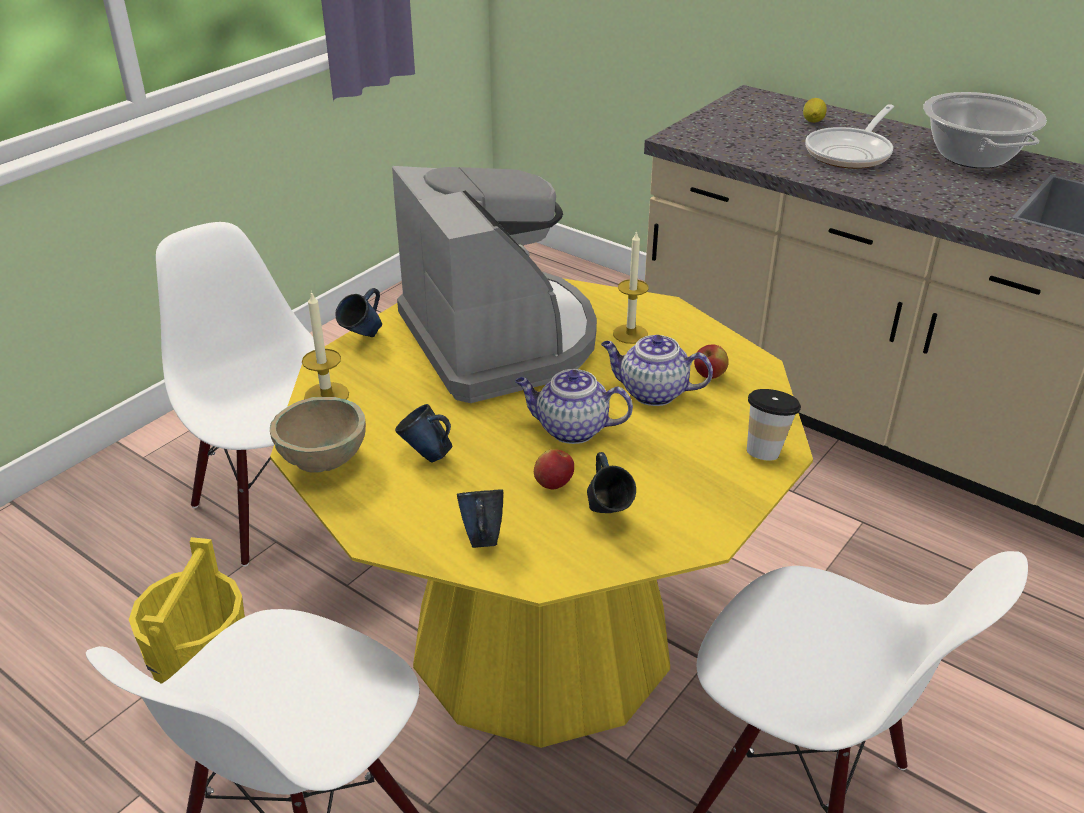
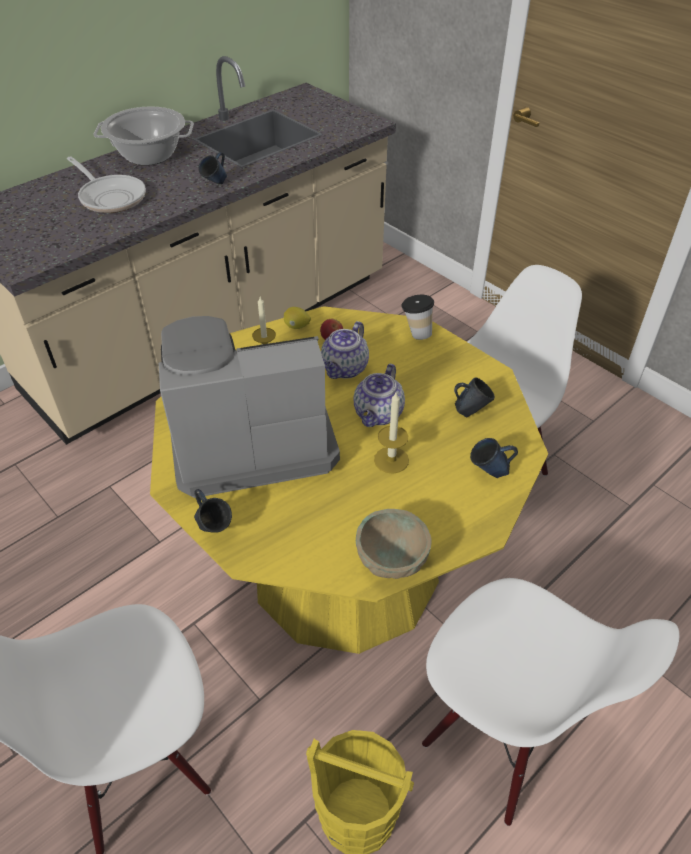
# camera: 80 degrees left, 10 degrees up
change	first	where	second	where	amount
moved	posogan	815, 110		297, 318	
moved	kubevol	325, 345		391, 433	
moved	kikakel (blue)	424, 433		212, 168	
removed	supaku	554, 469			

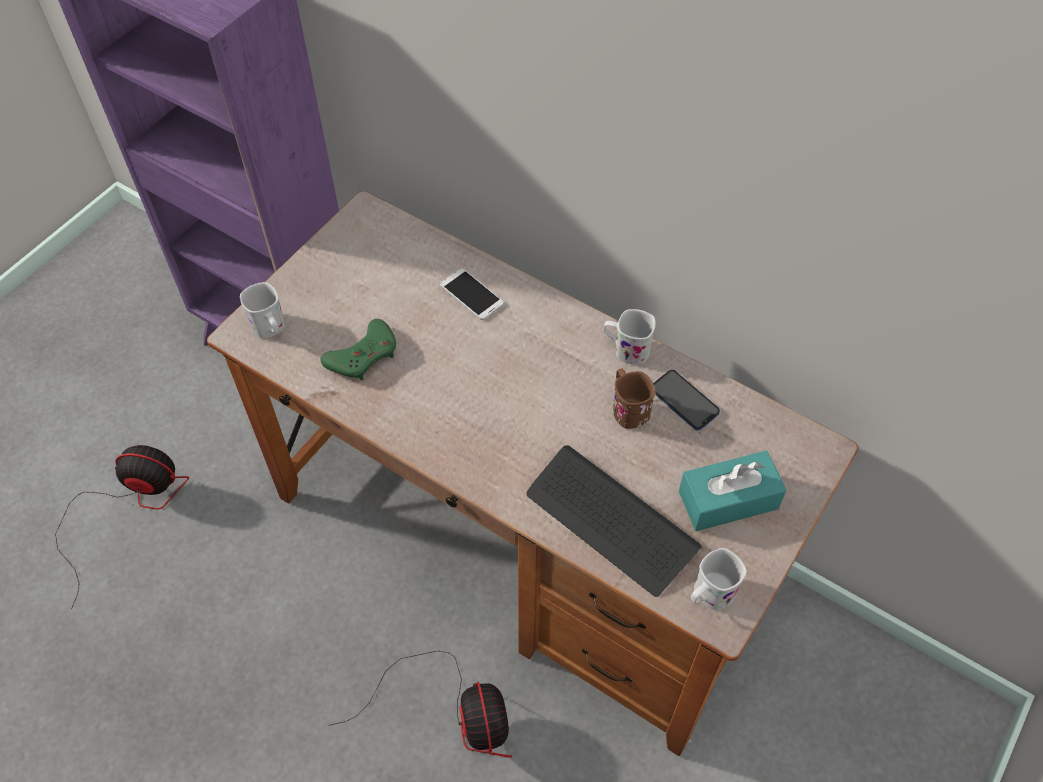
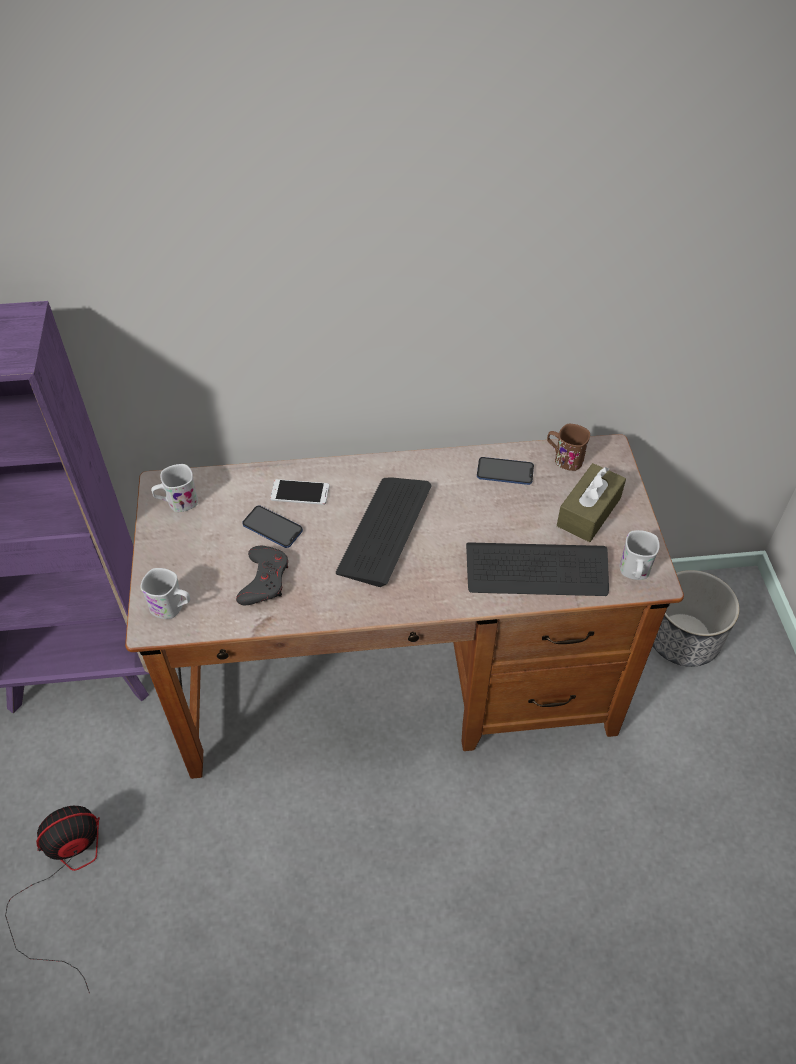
# camera: 40 degrees left, 5 degrees down
change	first	where	second	where	amount
moved	kikakel (white)	630, 337		174, 488	
recoloured	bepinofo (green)	358, 349	bepinofo (grey)	262, 575	
moved	kikakel (brown)	634, 398		568, 447	
recoloured	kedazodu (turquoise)	732, 491	kedazodu (brown)	591, 502	
removed	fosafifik	421, 704			
added			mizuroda	383, 532	
added			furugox	272, 526	
added			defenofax	696, 618	

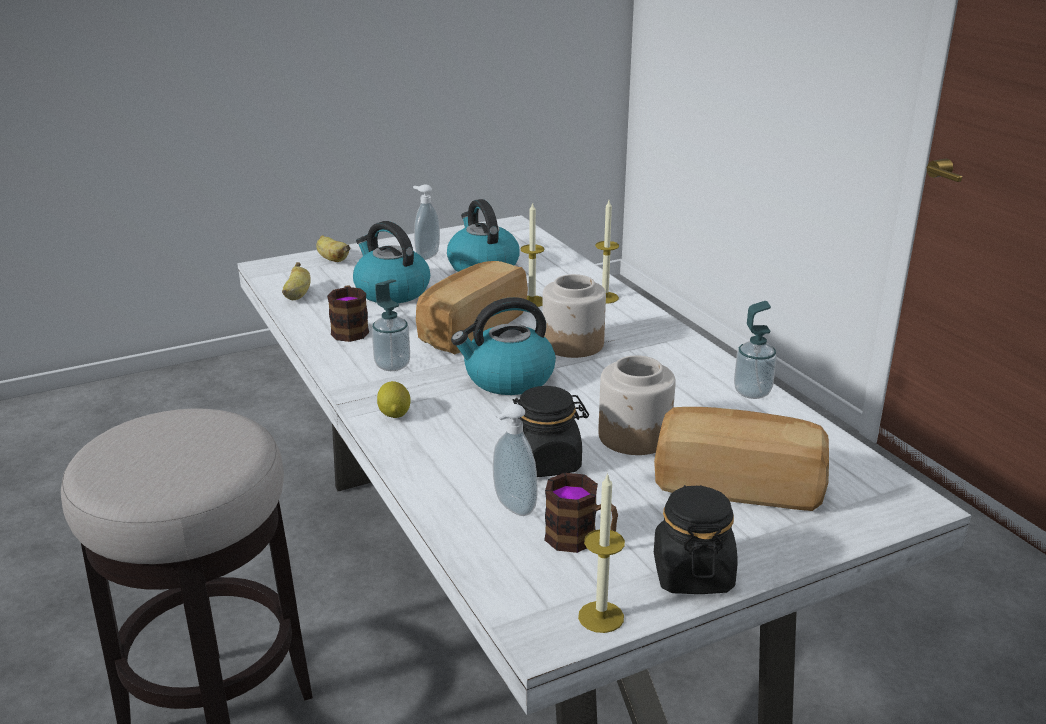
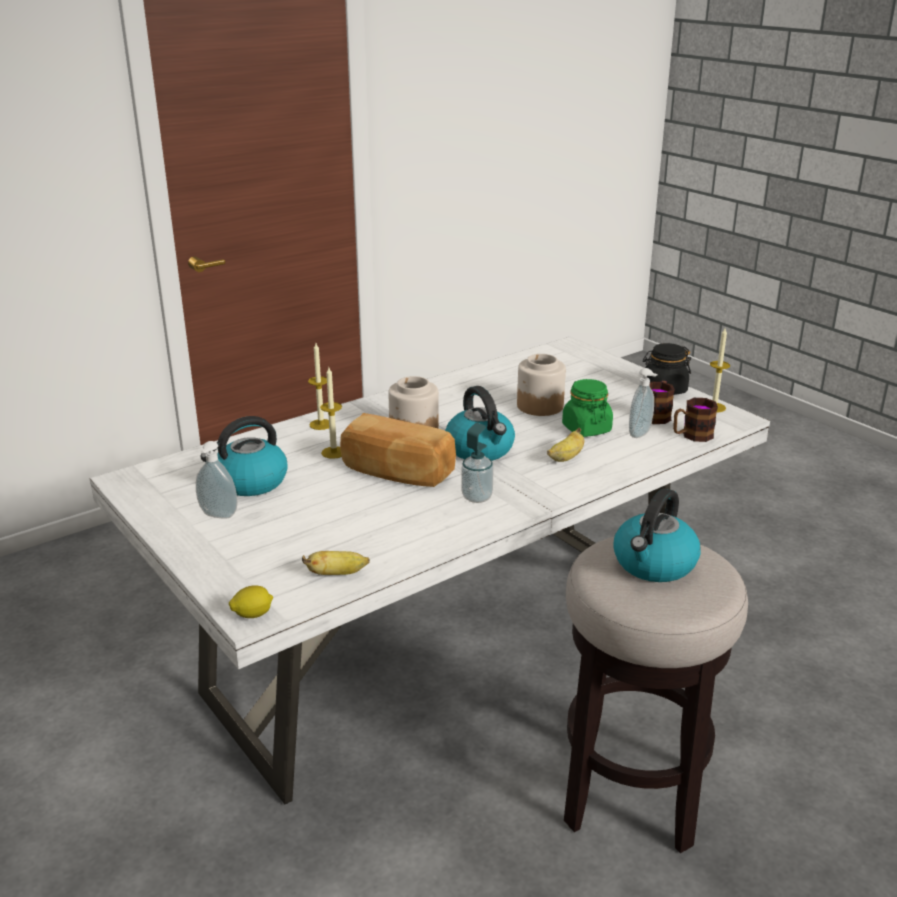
# camera: 100 degrees left, 0 degrees up
change	first	where	second	where	amount
moved	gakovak	391, 262		656, 535	
moved	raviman	333, 248		565, 445	
moved	kikakel	348, 313		695, 420	
removed	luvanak	755, 350			
moved	posogan	393, 399		251, 601	
recoloured	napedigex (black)	549, 431	napedigex (green)	587, 408	
removed	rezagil	741, 459			

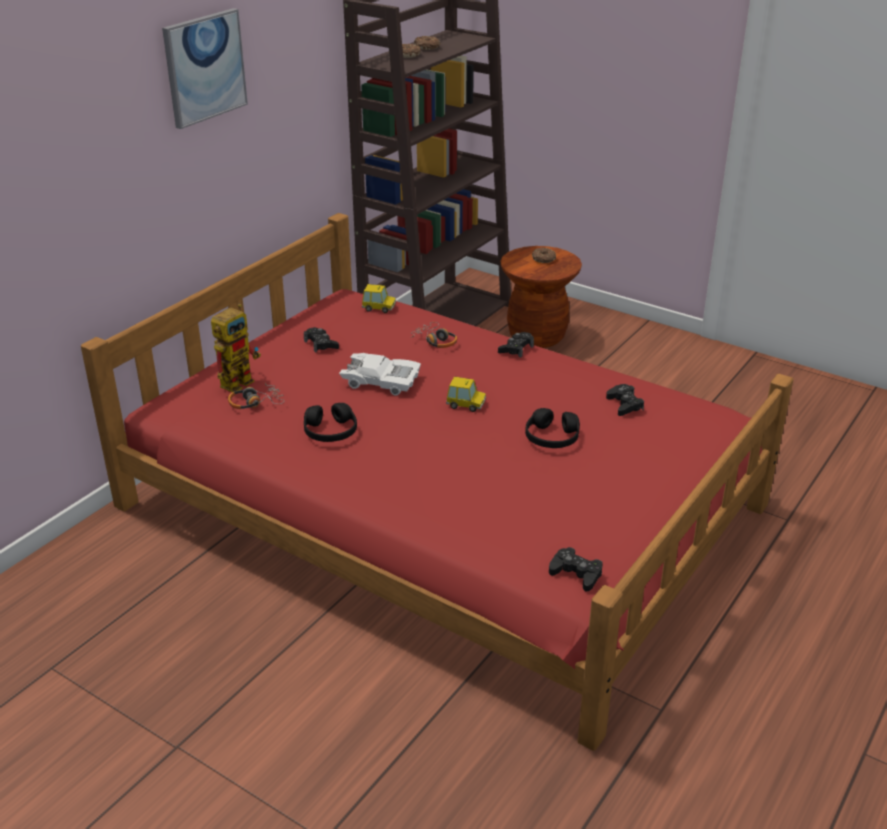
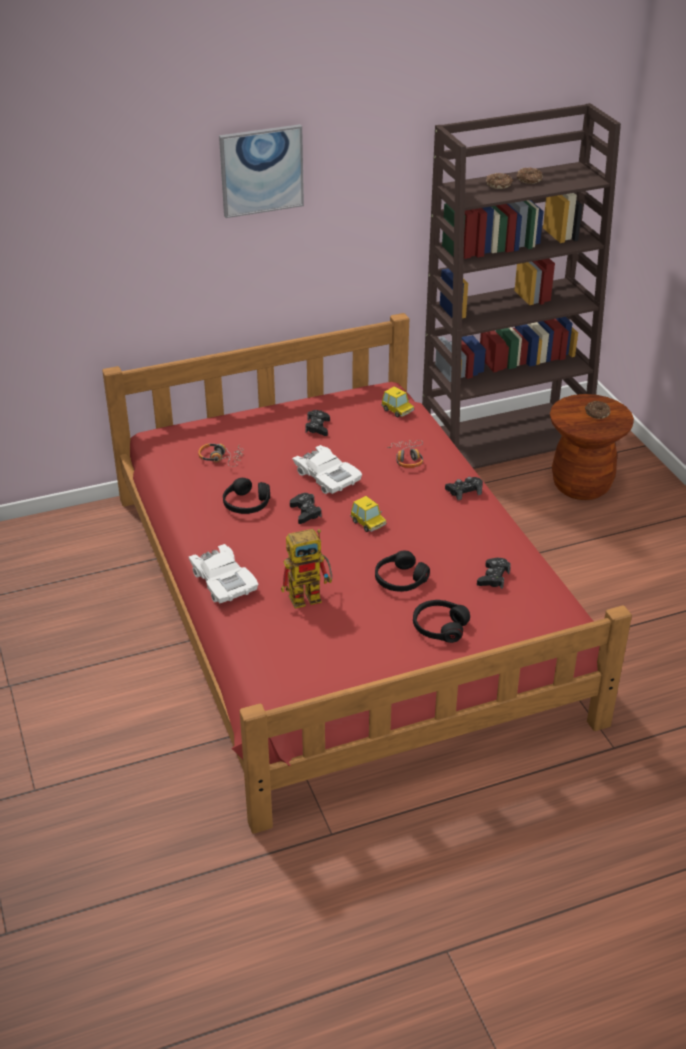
# camera: 35 degrees right, 5 degrees up
change	first	where	second	where	amount
moved	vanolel	236, 348		306, 568	
moved	bepinofo (black)	576, 569		306, 508	
added			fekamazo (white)	223, 573	
added			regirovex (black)	441, 621	

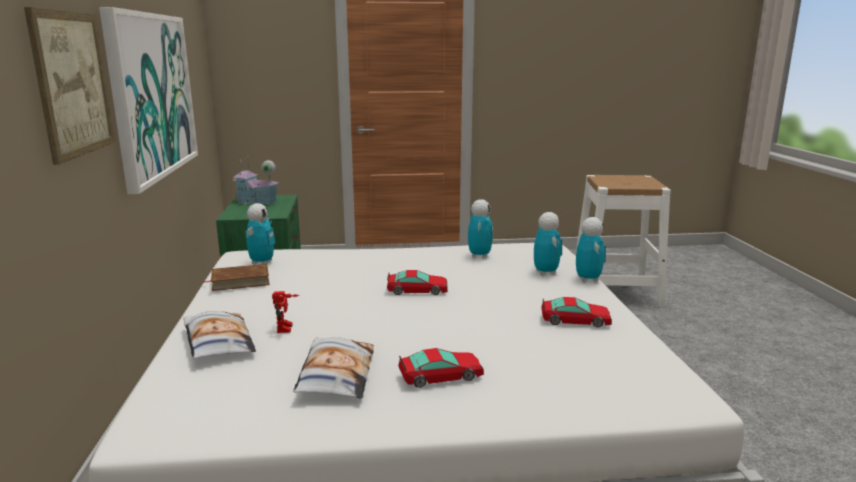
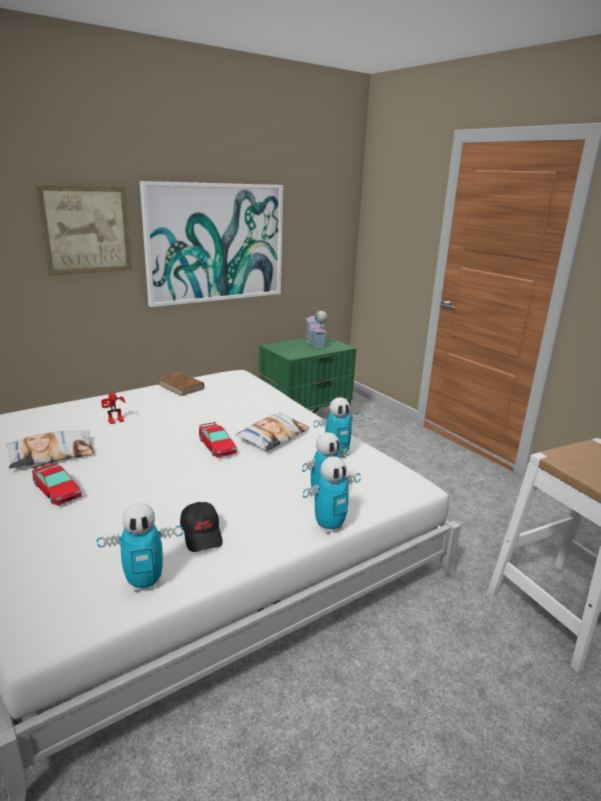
# camera: 60 degrees right, 5 degrees up
change	first	where	second	where	amount
moved	vanolel	260, 234		140, 547	
replaced	fekamazo	576, 312	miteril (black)	201, 527	
moved	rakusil	219, 335		272, 432	

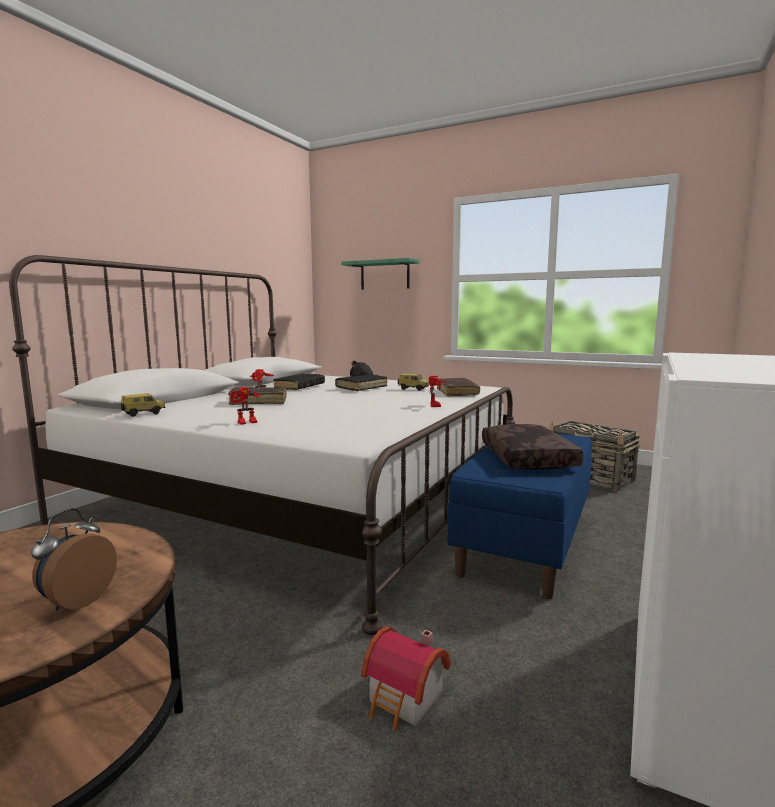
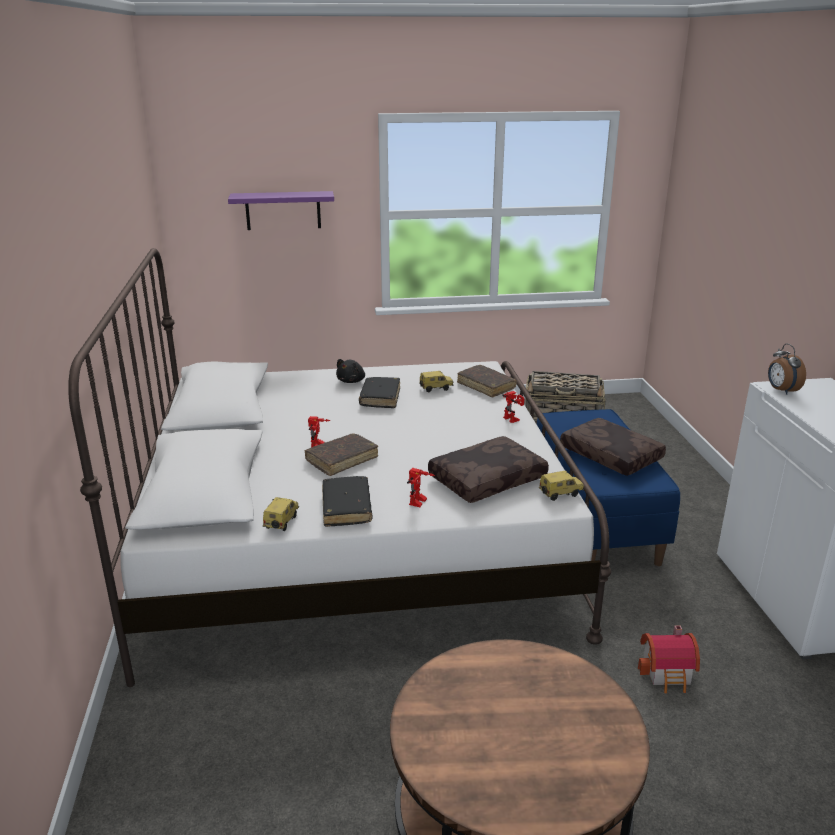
# camera: 35 degrees left, 15 degrees up
change	first	where	second	where	amount
recoloured	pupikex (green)	380, 274	pupikex (purple)	281, 210	
moved	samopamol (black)	299, 381		347, 501	
moved	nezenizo	74, 559		787, 369	
added			rakusil (brown)	488, 469	
added			fekamazo	561, 486	

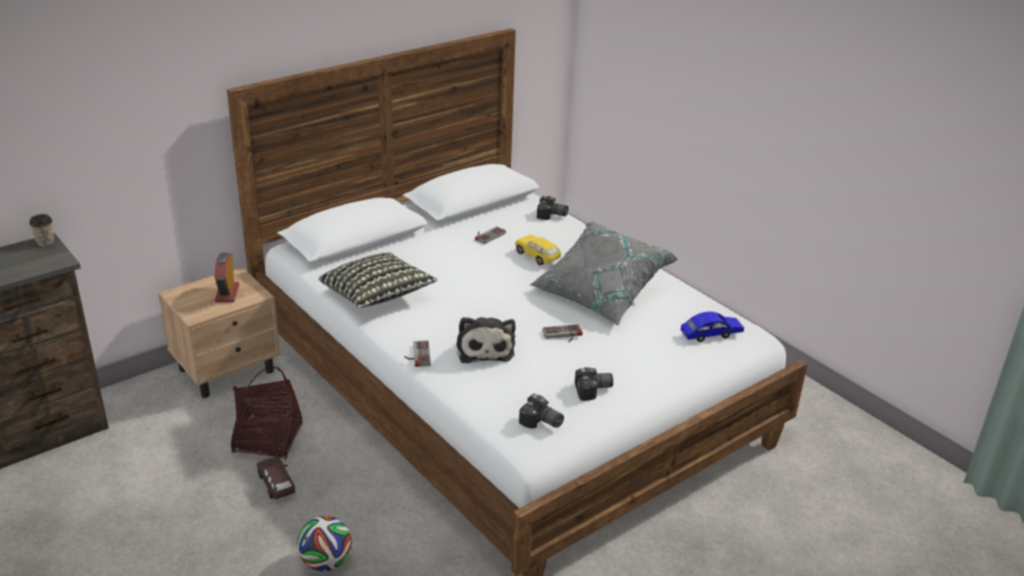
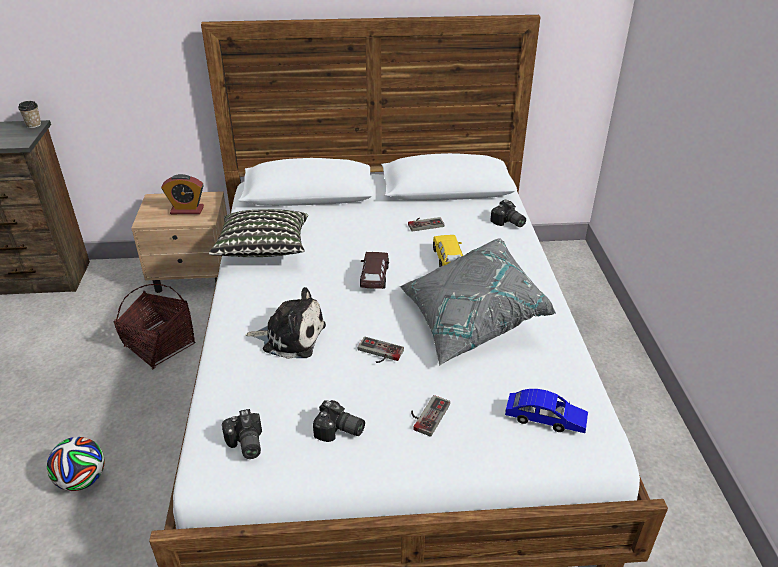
# camera: 35 degrees right, 5 degrees up
change	first	where	second	where	amount
turned	nezenizo	227, 277		182, 194	120 degrees counterclockwise
turned	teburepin	486, 340		285, 323	105 degrees counterclockwise
moved	bepinofo	417, 353		430, 416	
moved	fekamazo (brown)	276, 477		374, 270	

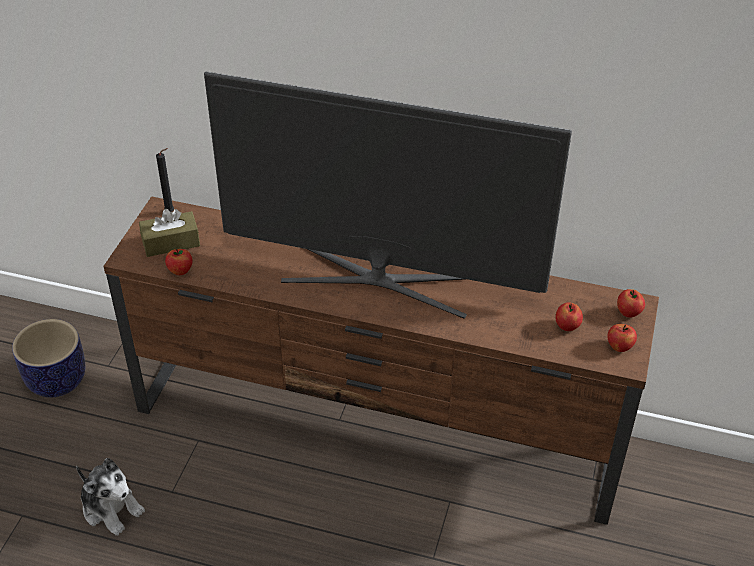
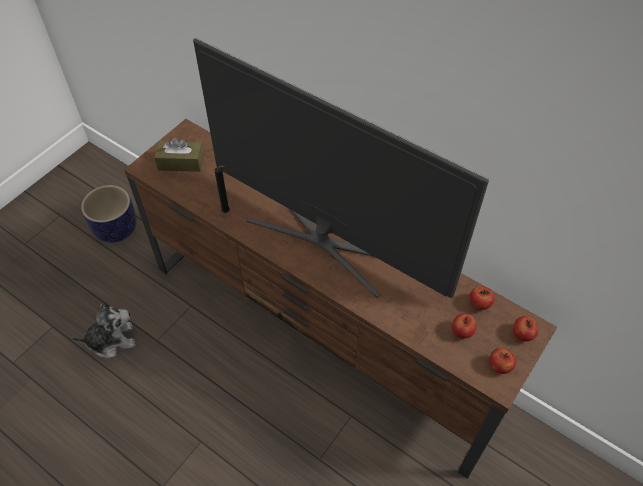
# camera: 20 degrees right, 10 degrees up
change	first	where	second	where	amount
moved	kubevol (black)	165, 180		222, 189	
moved	supaku	179, 262		482, 298	
turned	teburepin	110, 497		103, 330	75 degrees counterclockwise

